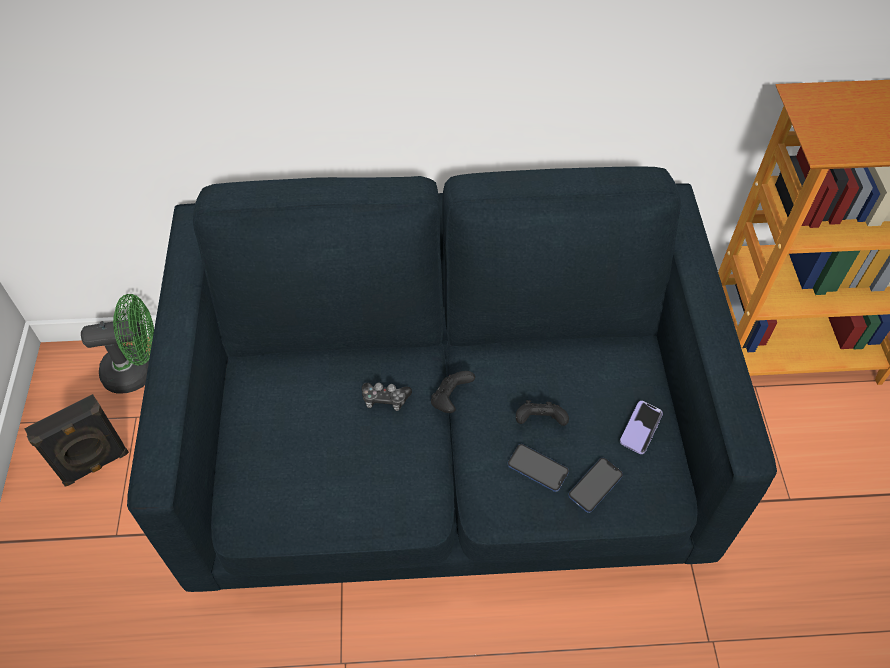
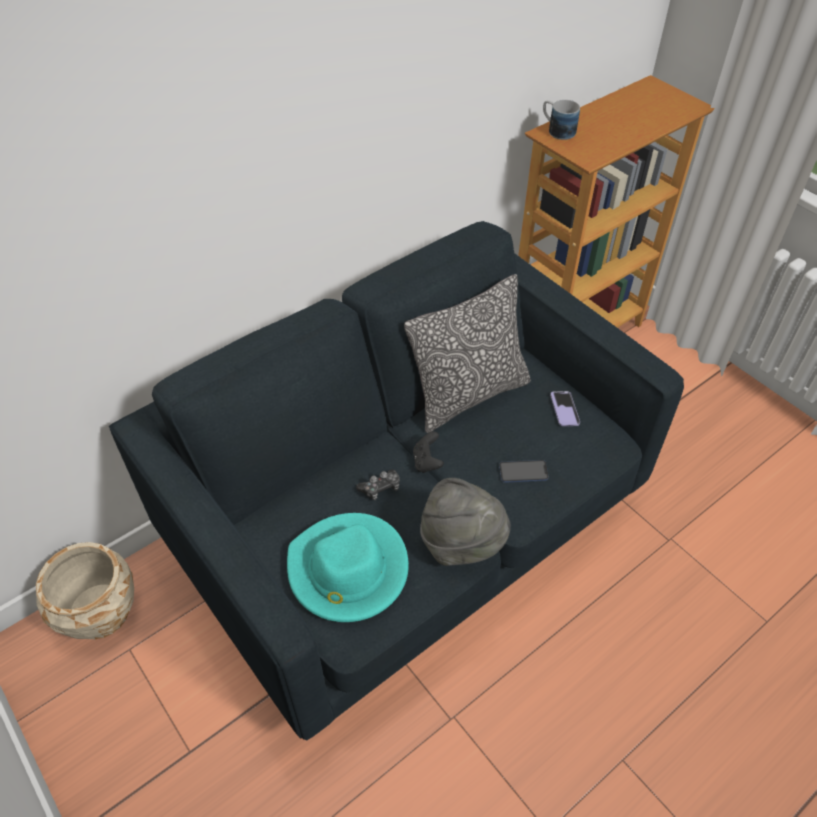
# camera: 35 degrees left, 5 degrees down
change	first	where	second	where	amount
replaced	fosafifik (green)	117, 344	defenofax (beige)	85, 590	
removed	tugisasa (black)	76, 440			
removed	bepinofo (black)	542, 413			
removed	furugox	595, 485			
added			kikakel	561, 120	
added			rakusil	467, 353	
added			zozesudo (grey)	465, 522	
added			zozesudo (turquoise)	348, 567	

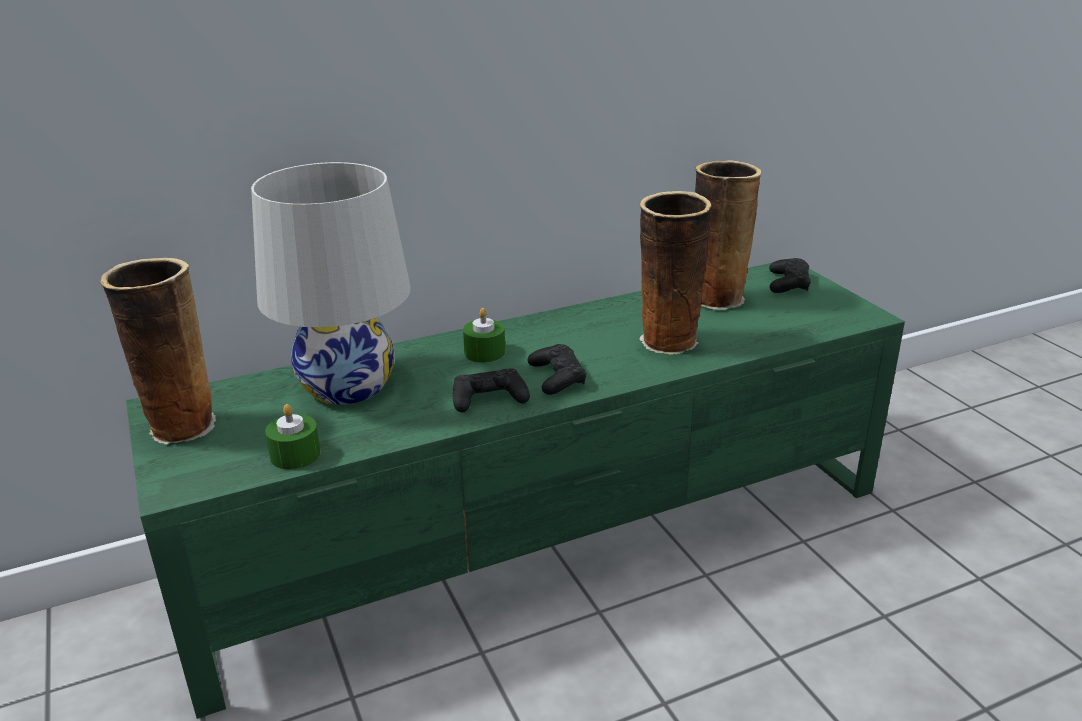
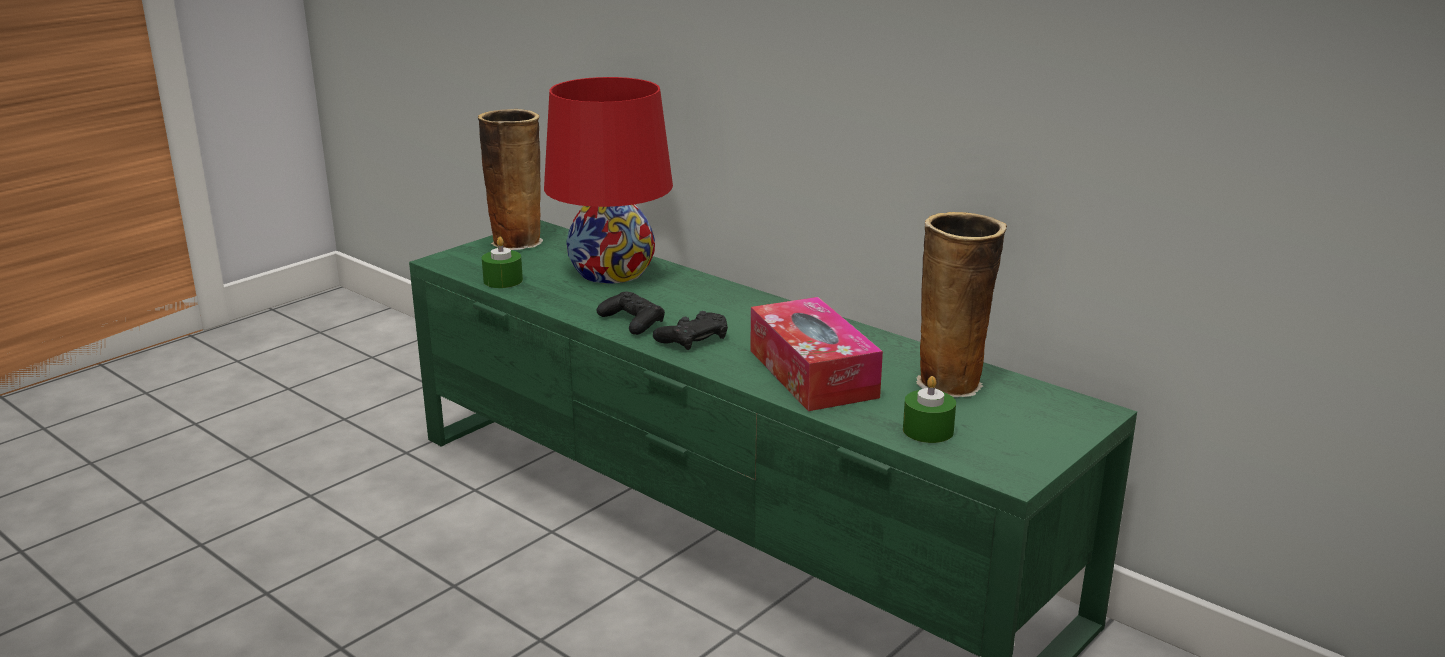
# camera: 65 degrees right, 5 degrees down
change	first	where	second	where	amount
recoloured	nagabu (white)	330, 283	nagabu (red)	608, 180	
replaced	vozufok	675, 273	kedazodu	816, 354	
removed	bepinofo (black)	790, 275			
moved	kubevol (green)	484, 335		929, 409	

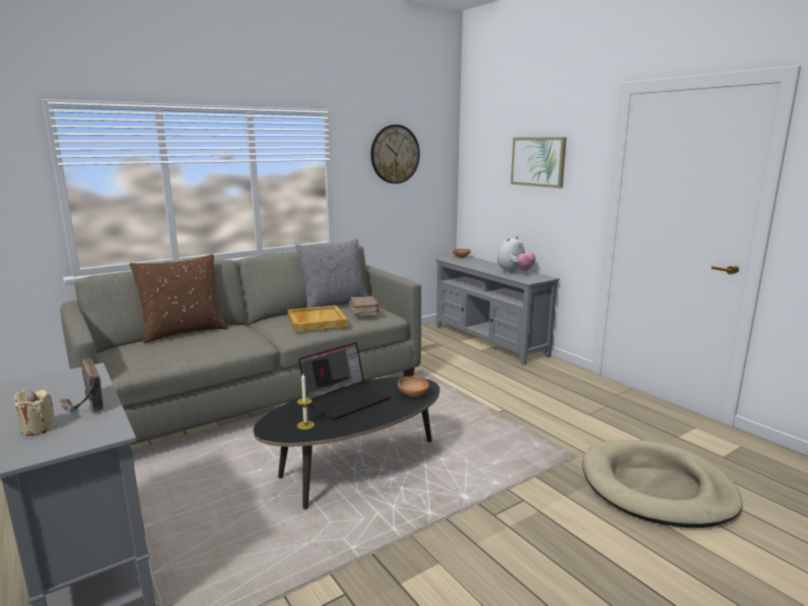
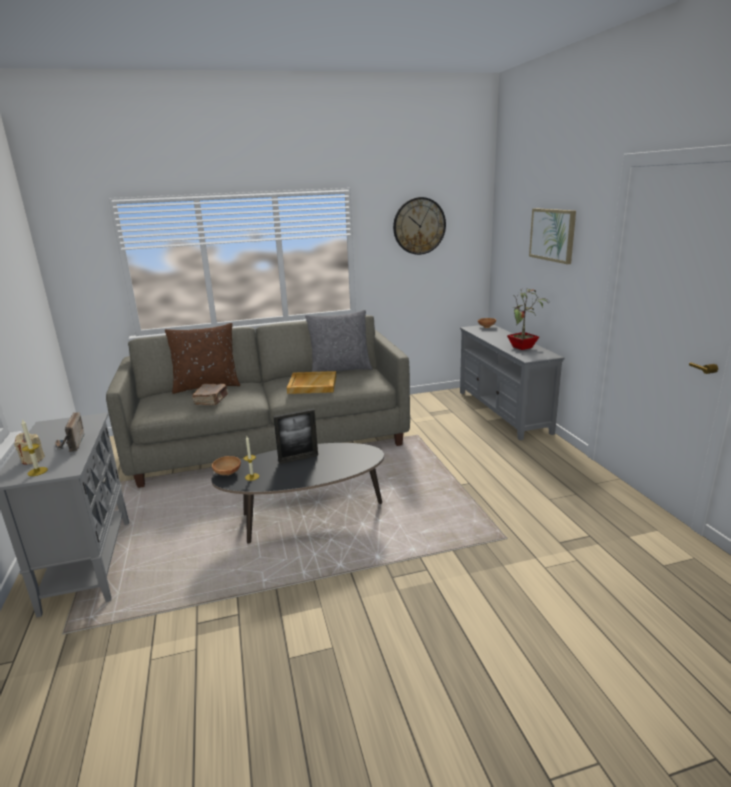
# camera: 20 degrees right, 5 degrees up
change	first	where	second	where	amount
replaced	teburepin	516, 254	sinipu	528, 318	
moved	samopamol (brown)	364, 306		210, 394	
replaced	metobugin	344, 381	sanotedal	296, 436	
moved	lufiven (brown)	413, 386		226, 465	
removed	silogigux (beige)	662, 484			
added			kubevol	34, 447	

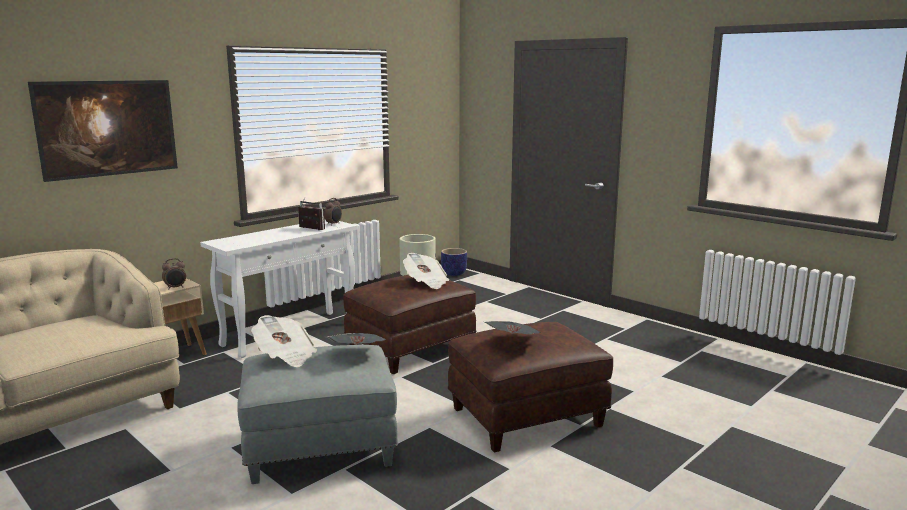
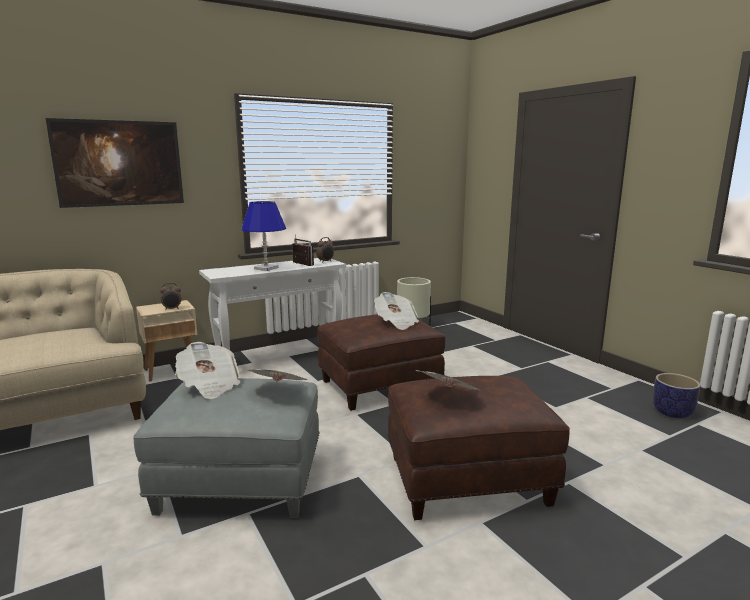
# camera: 15 degrees right, 0 degrees up
change	first	where	second	where	amount
moved	defenofax	454, 262		677, 395	
added			nagabu (blue)	264, 236	

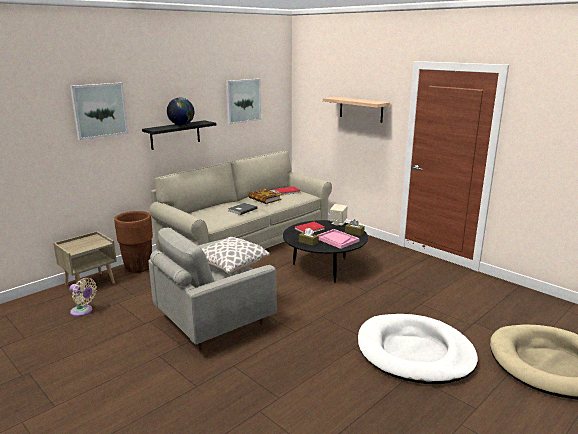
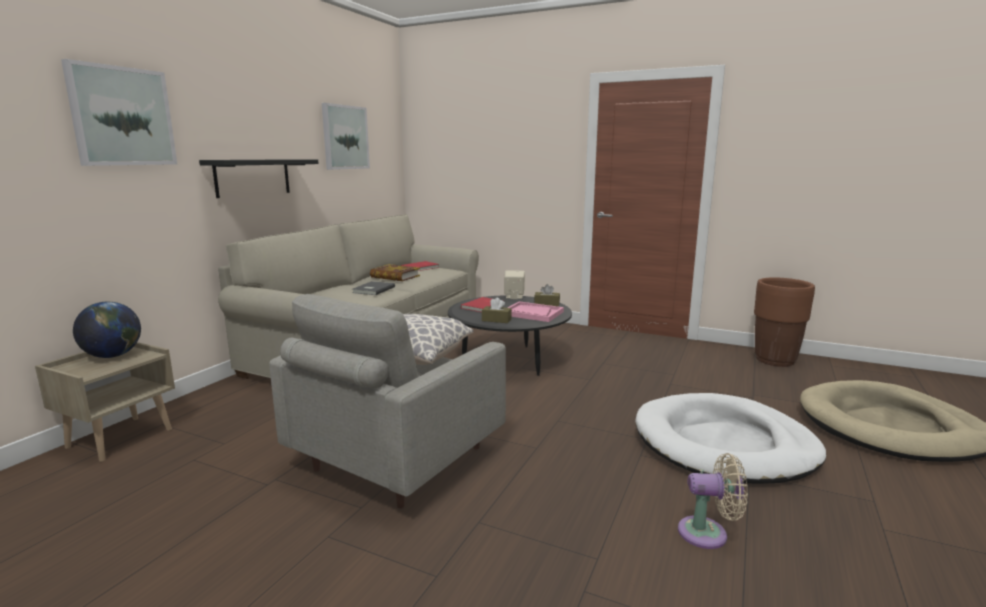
# camera: 20 degrees left, 5 degrees down
change	first	where	second	where	amount
removed	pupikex	356, 110			
moved	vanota	180, 112		107, 330	
moved	defenofax (brown)	133, 242		784, 322	
moved	fosafifik (beige)	83, 297		713, 501	

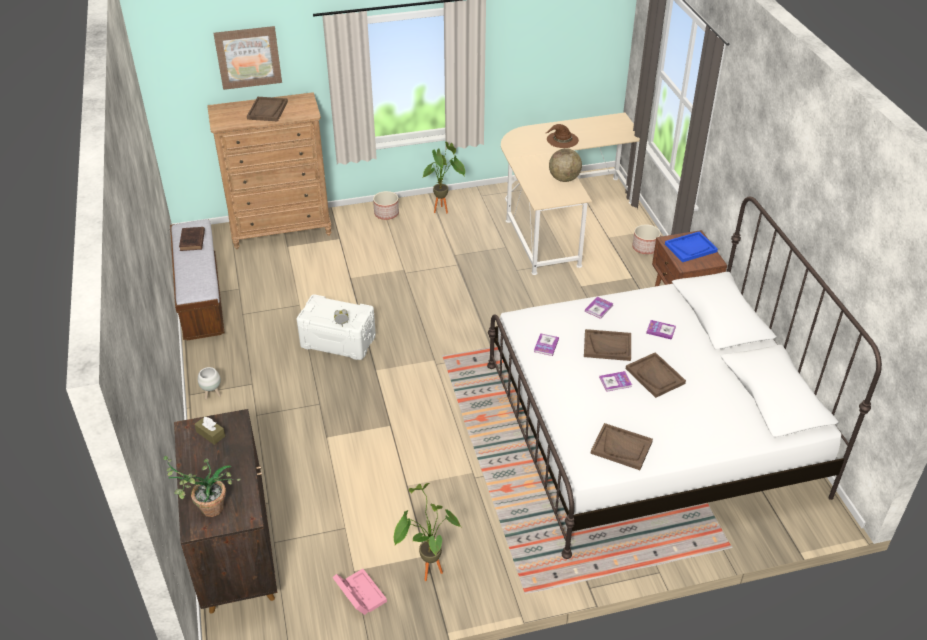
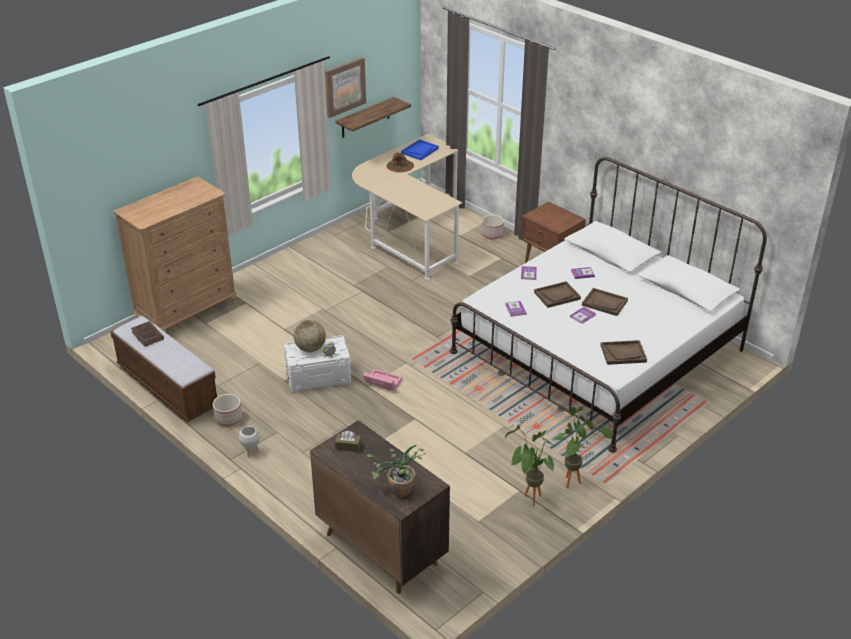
# camera: 30 degrees left, 5 degrees down
change	first	where	second	where	amount
moved	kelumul	247, 58		345, 87	
removed	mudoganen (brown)	267, 109			
moved	sinipu	443, 177		582, 447	
moved	vanota	565, 165		310, 336	
moved	defenofax	386, 205		227, 410	
moved	mudoganen (blue)	691, 246		420, 149	
moved	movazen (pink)	360, 592		382, 379	
added			pupikex	373, 117	

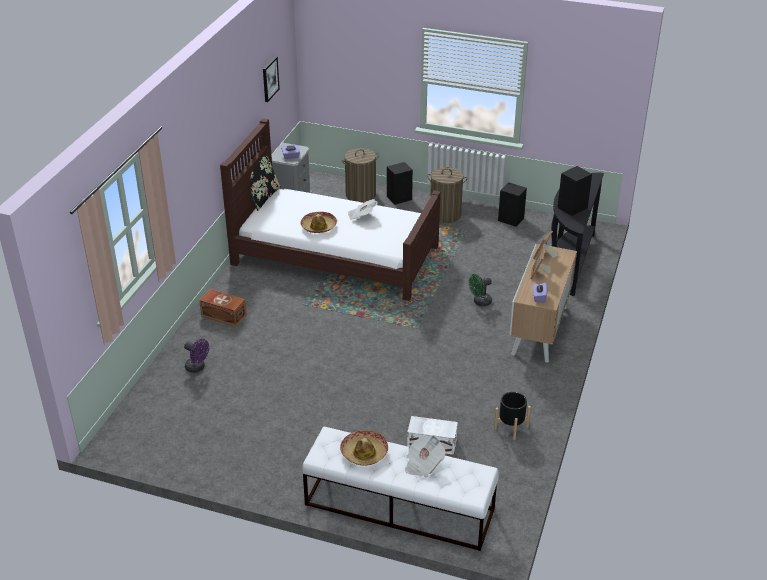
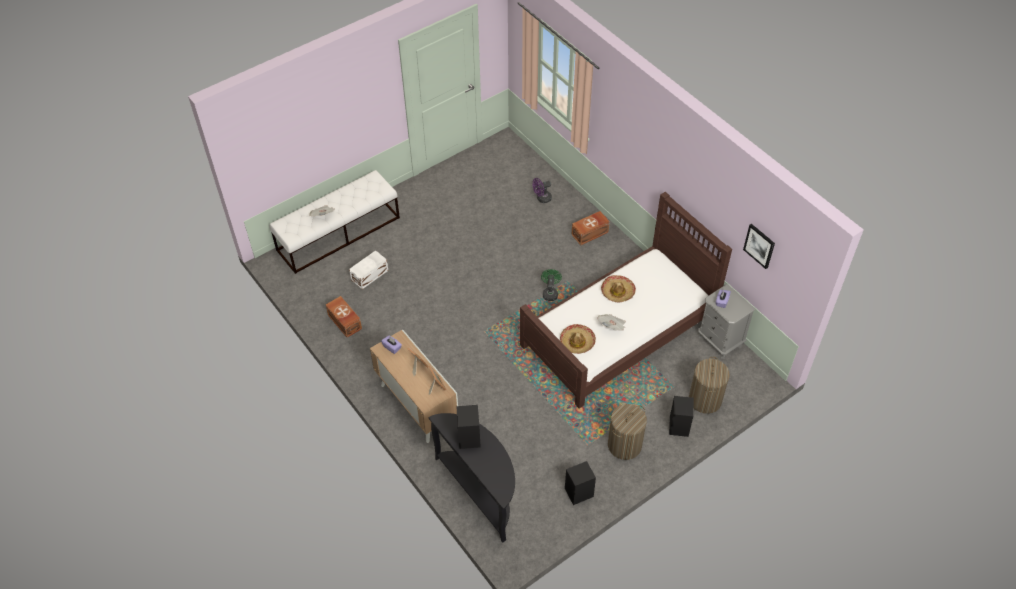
# camera: 125 degrees right, 15 degrees up
change	first	where	second	where	amount
removed	rakusil (black)	261, 182			
moved	fosafifik (green)	480, 290		551, 285	
replaced	defenofax (black)	512, 416	movazen (brown)	344, 317	
moved	zozesudo	364, 448		578, 339	

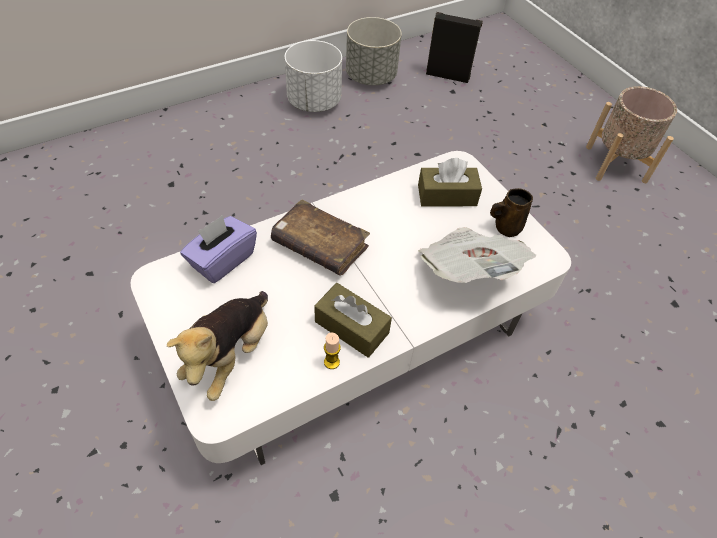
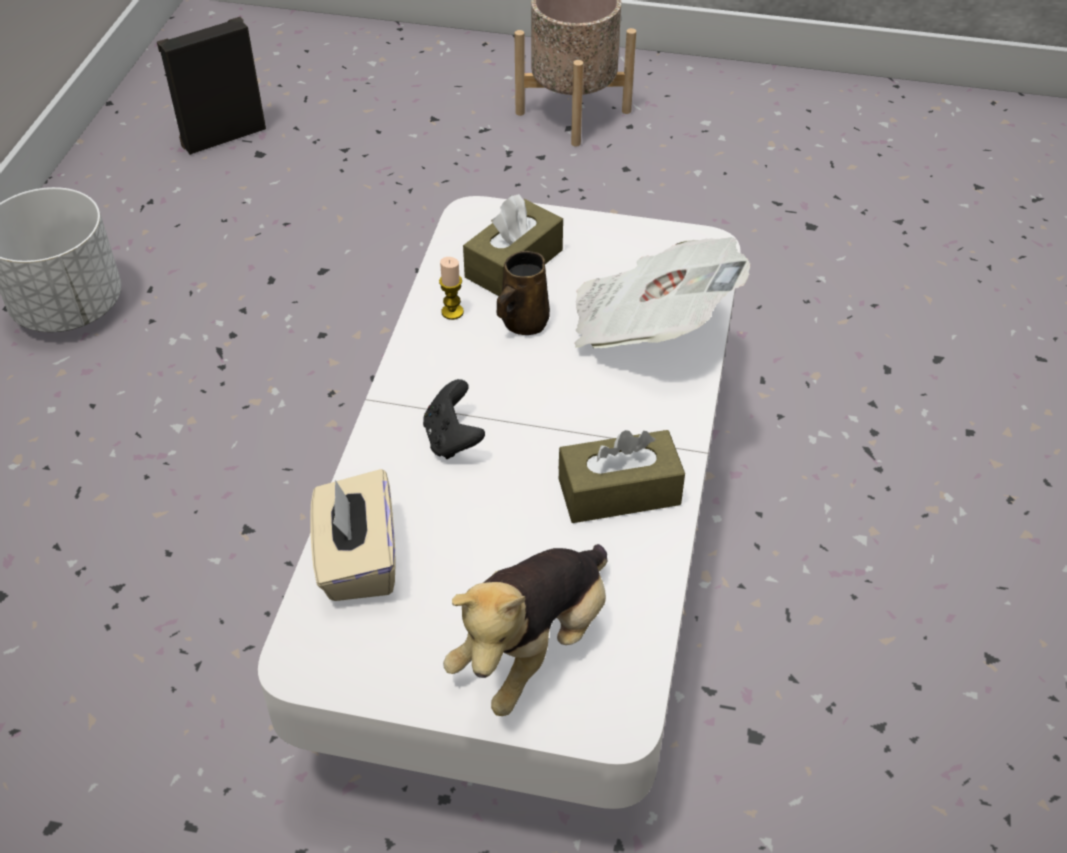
# camera: 45 degrees left, 5 degrees down
change	first	where	second	where	amount
removed	defenofax (grey)	374, 51			
moved	kikakel (brown)	511, 212		523, 293	
replaced	samopamol (brown)	320, 238	bepinofo (black)	454, 419	
recoloured	kedazodu (purple)	218, 249	kedazodu (beige)	352, 535	
turned	teburepin	217, 346		525, 630	60 degrees clockwise
moved	kubevol	332, 351		451, 288	

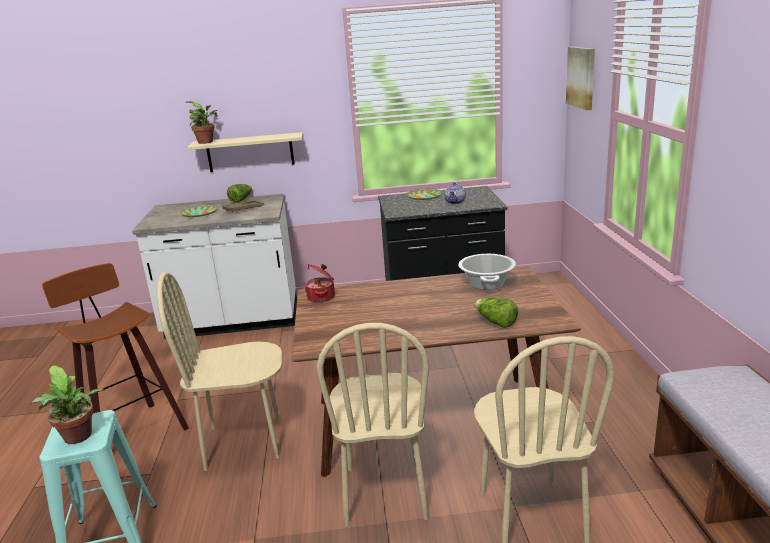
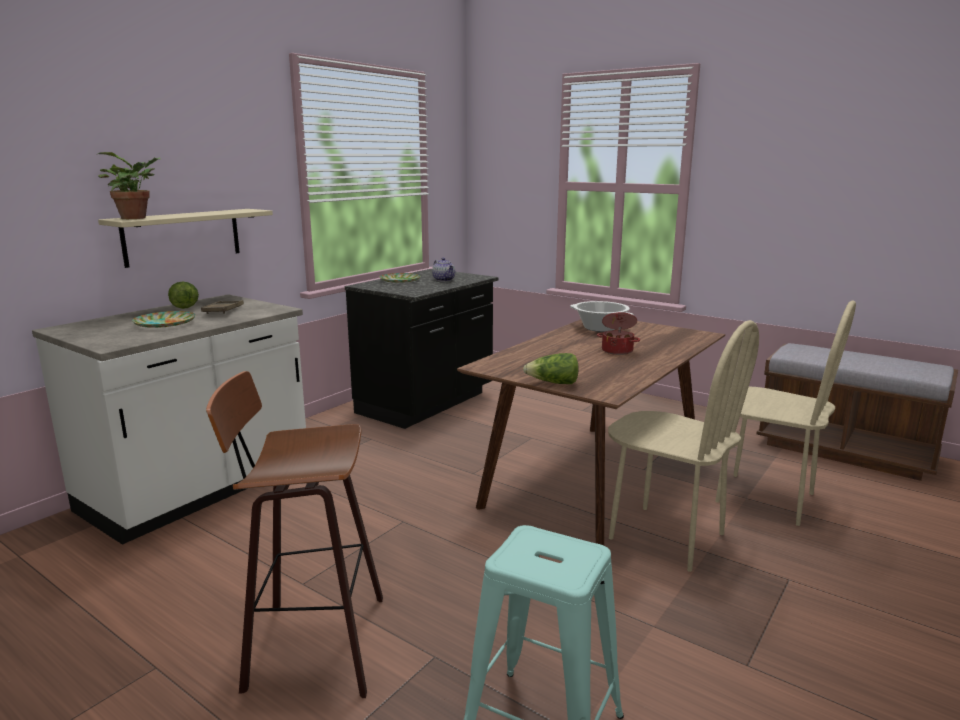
# camera: 50 degrees left, 5 degrees down
change	first	where	second	where	amount
removed	kelumul	580, 78			
moved	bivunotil	319, 283		618, 333	
removed	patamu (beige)	219, 371			
moved	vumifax	496, 312		550, 368	
removed	sinipu	67, 404			

